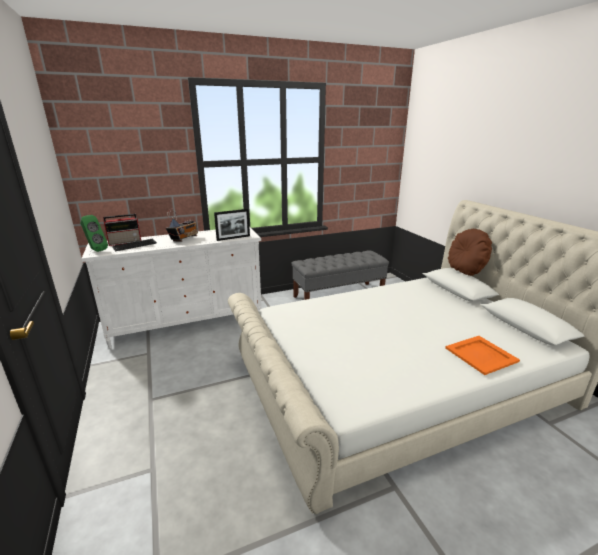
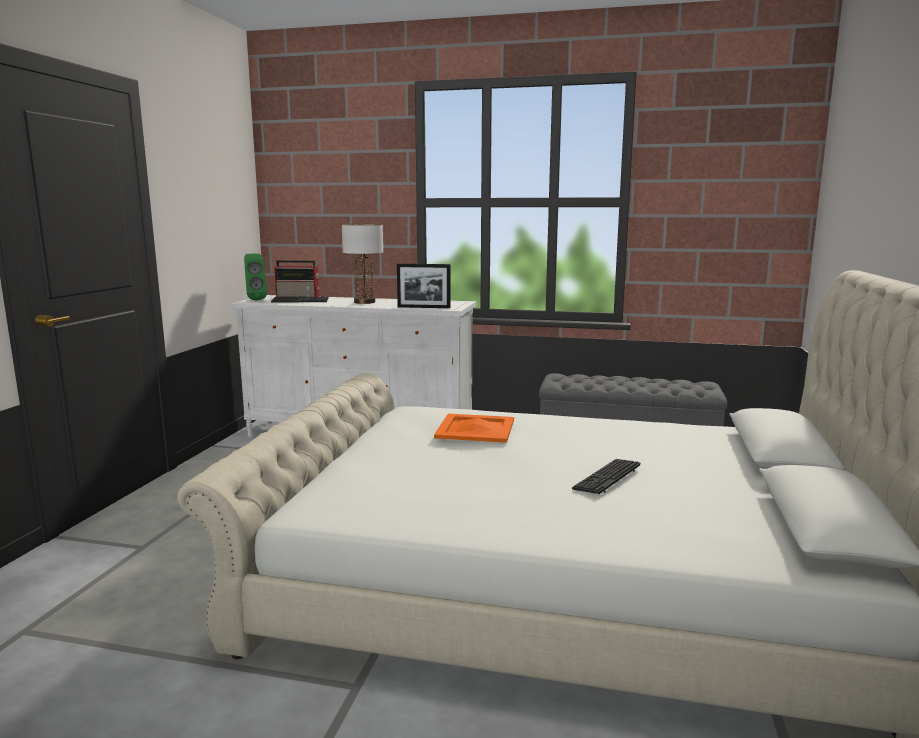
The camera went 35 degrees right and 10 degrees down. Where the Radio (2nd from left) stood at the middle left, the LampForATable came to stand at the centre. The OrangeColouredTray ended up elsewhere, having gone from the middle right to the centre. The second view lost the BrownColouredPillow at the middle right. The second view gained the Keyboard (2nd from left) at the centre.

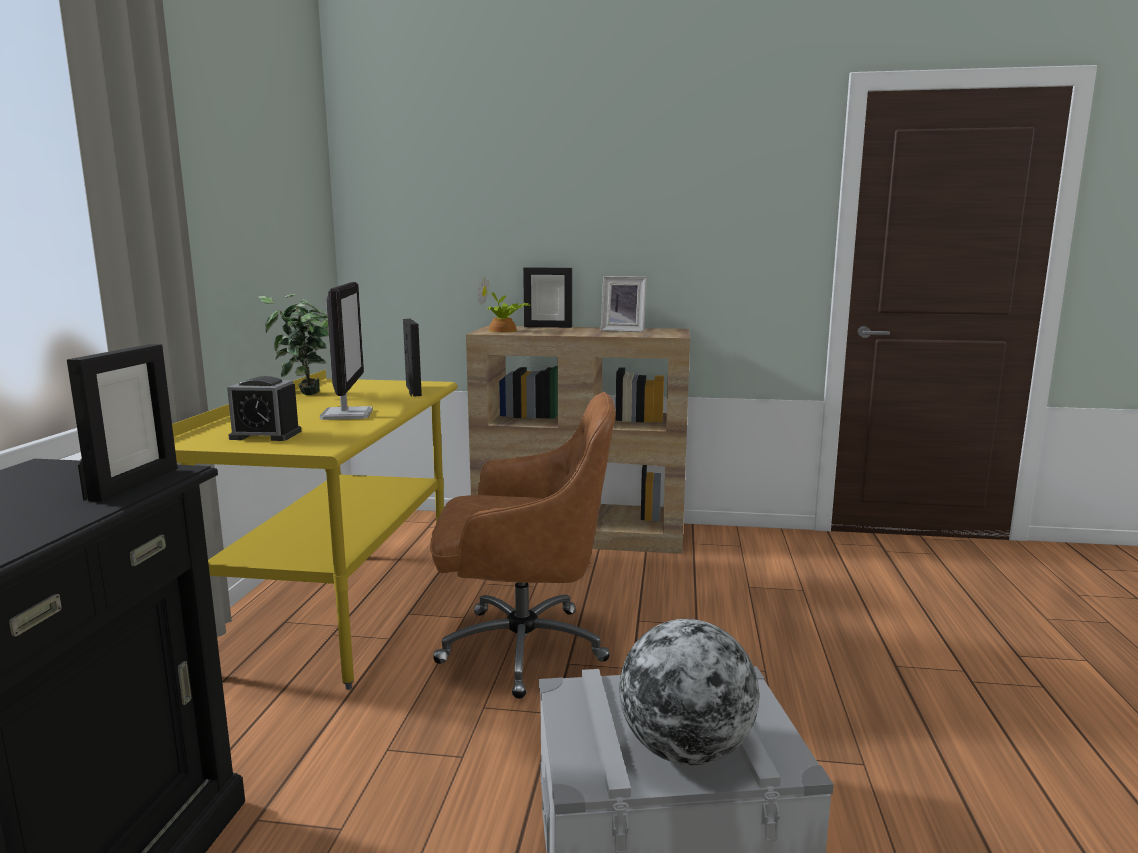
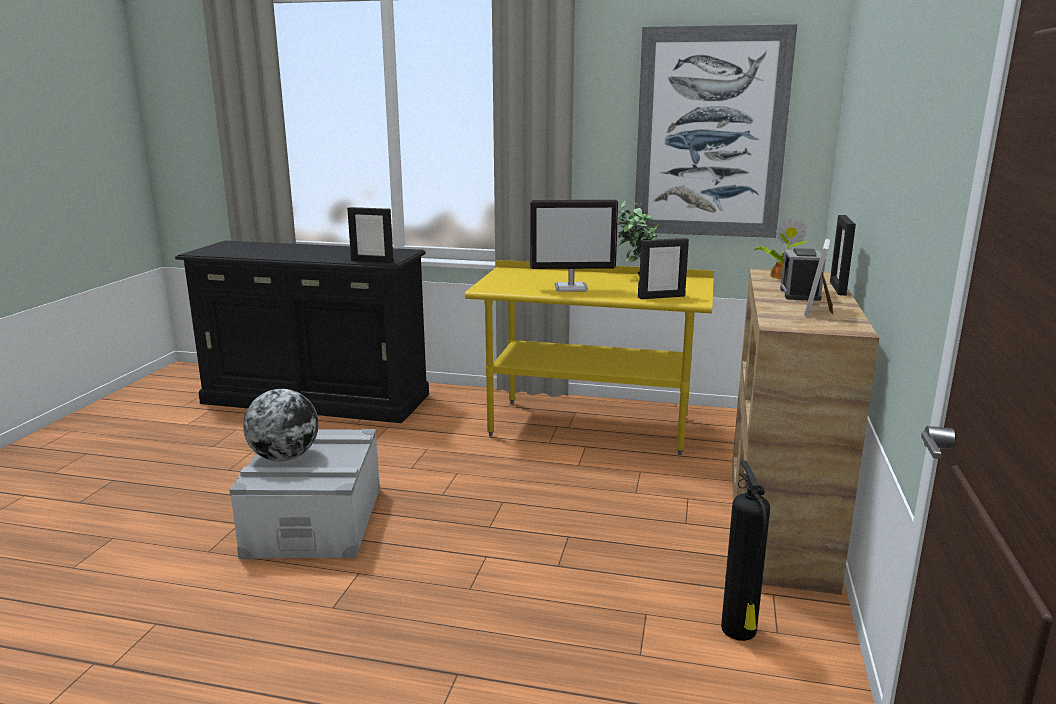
The camera went 95 degrees right and 5 degrees up. The BedsideClock ended up elsewhere, having gone from the middle left to the middle right. The second view lost the BrownColouredComputerChair at the centre. The second view gained the Picture at the top right. The second view gained the FireFightingCylinder at the bottom right.

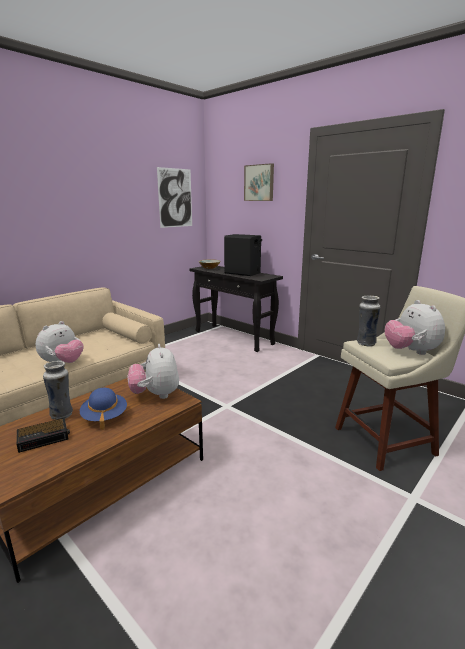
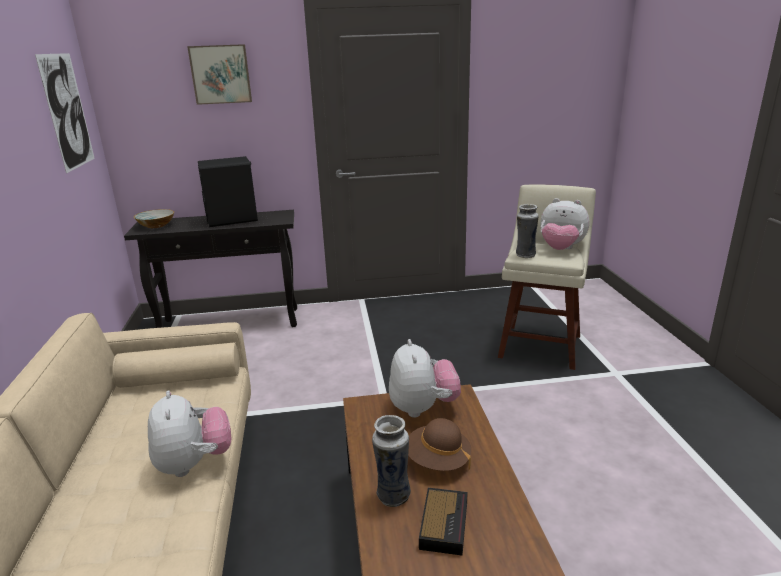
The camera went 50 degrees left and 5 degrees up. What was the BluishClothingHat at the middle left turned into the BrownColouredClothingHat at the bottom centre. The CuddlyToy (2nd from left) at the middle left ended up facing another way, 120 degrees counterclockwise from before.

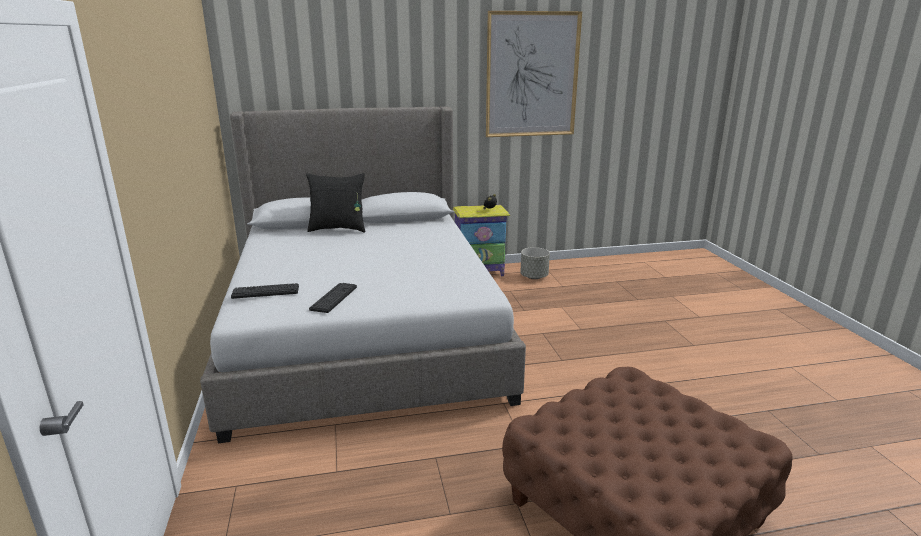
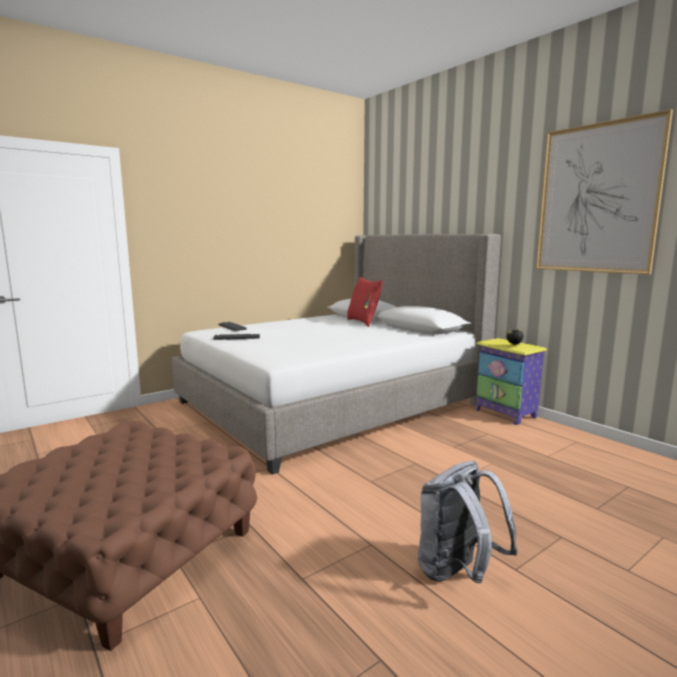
The camera went 65 degrees right and 10 degrees down. What was the BlackColouredPillow at the centre turned into the ReddishPillow at the centre. The second view lost the GreyishPlantPot at the centre. The second view gained the GreyishRucksack at the bottom right.

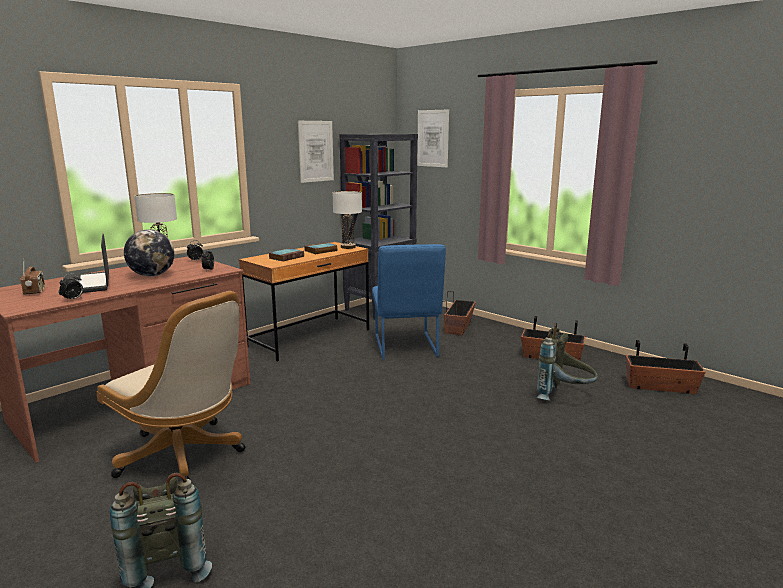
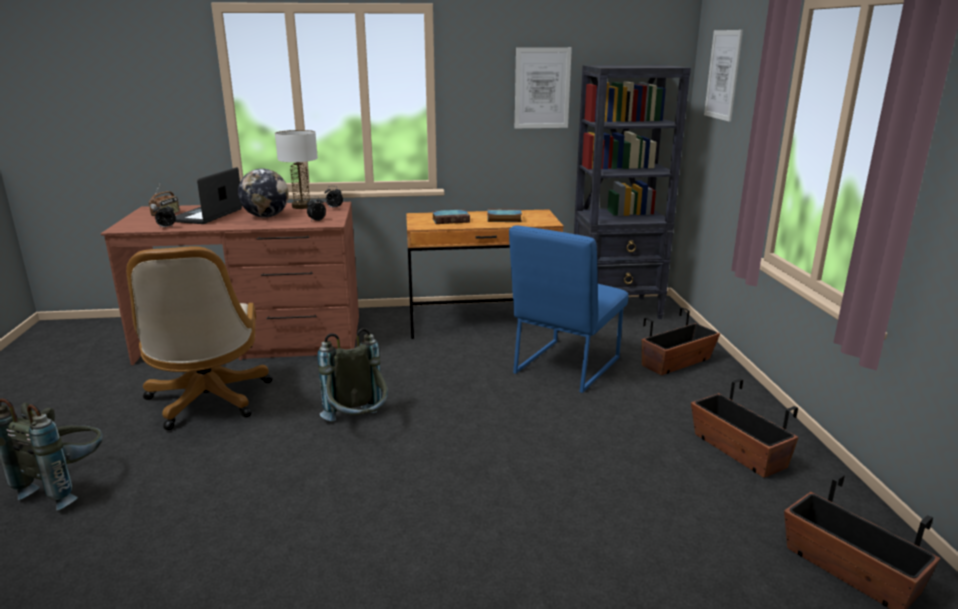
The camera went 40 degrees right and 5 degrees up. The second view lost the LampForATable (2nd from left) at the centre. The GreyishRucksack (2nd from left) ended up elsewhere, having gone from the middle right to the centre.

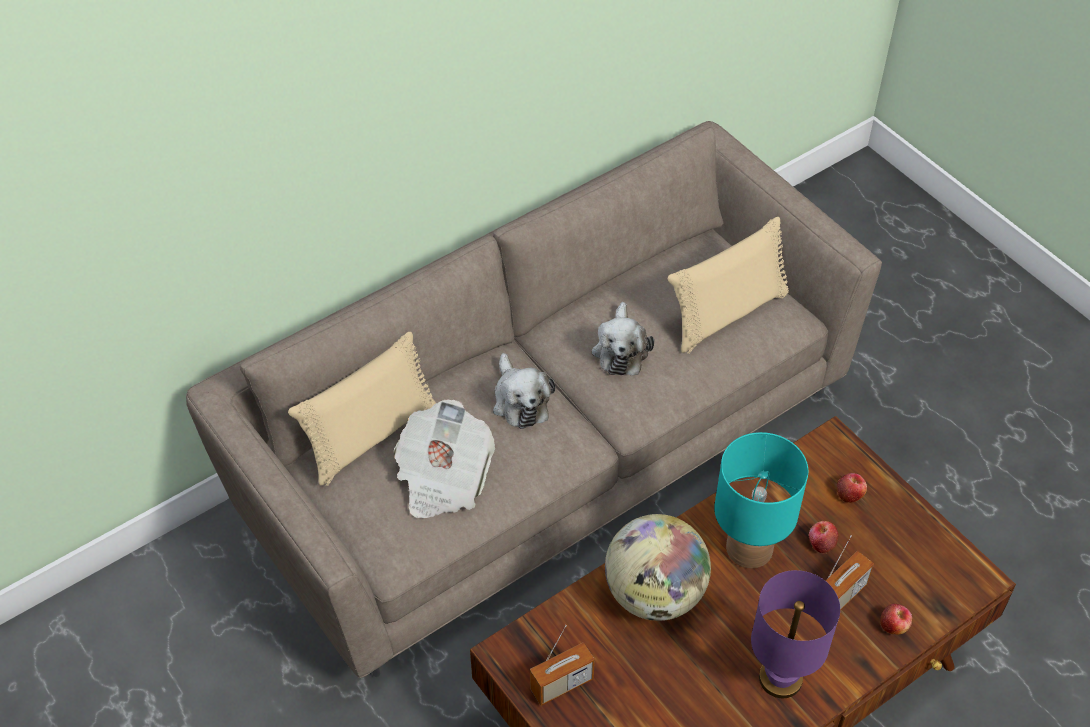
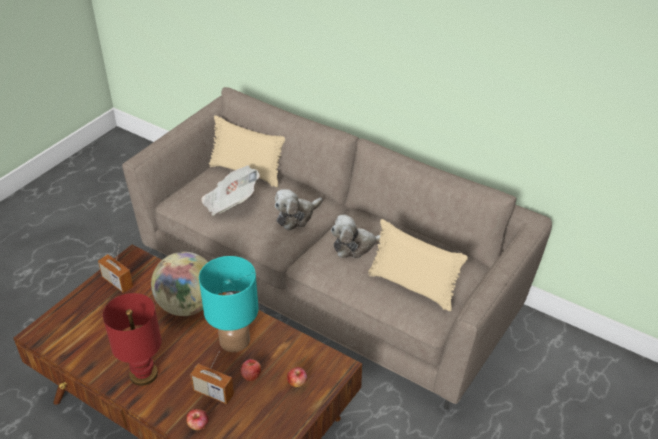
The camera went 70 degrees right and 10 degrees down. What was the PurpleLampForATable at the bottom right turned into the ReddishLampForATable at the bottom left.

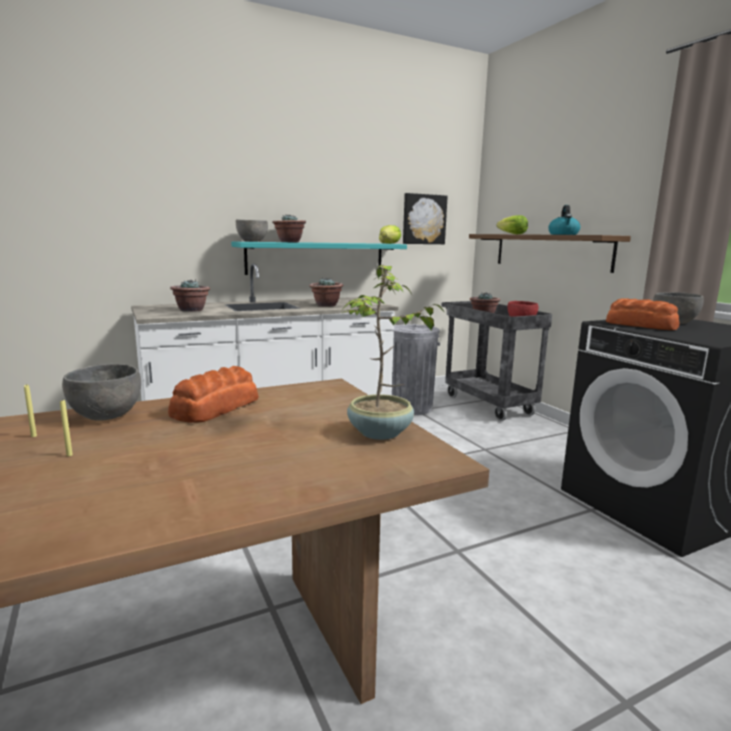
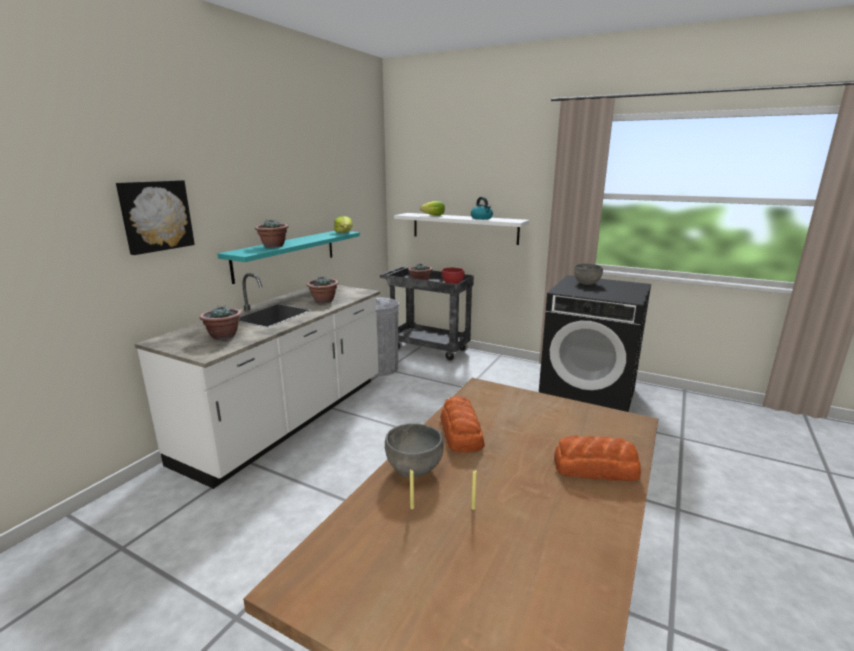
The camera went 35 degrees left and 5 degrees up. The second view lost the GreyishDeepDish (2nd from left) at the top centre. The second view lost the PlantInAPot (4th from left) at the centre. The Picture ended up elsewhere, having gone from the top centre to the middle left. What was the BrownColouredBracketShelf at the middle right turned into the WhiteBracketShelf at the centre. The BakeryBread (2nd from left) ended up elsewhere, having gone from the middle right to the bottom right.

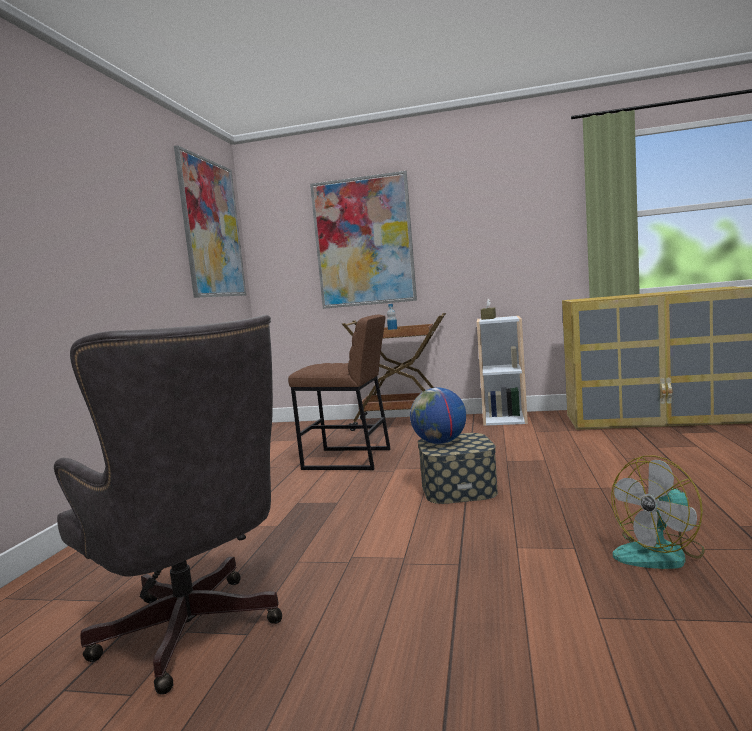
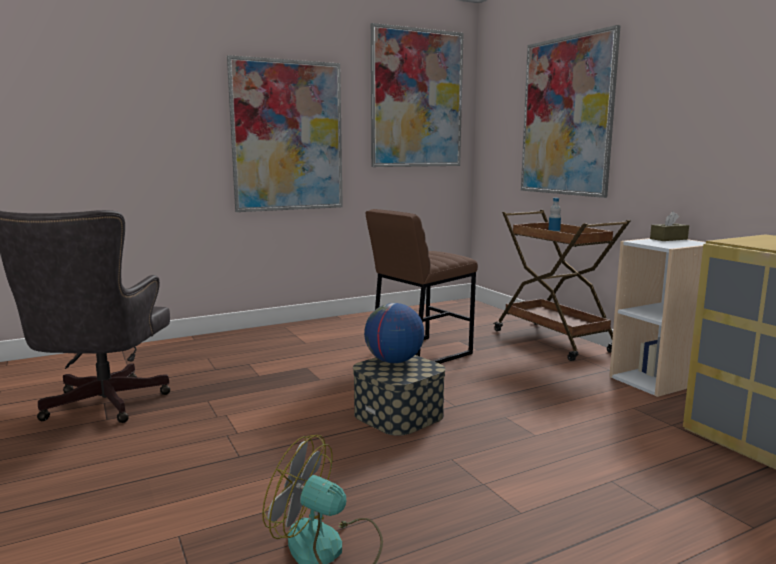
The camera went 50 degrees right and 5 degrees up. The BrownColouredPlainChair at the centre ended up facing another way, 75 degrees clockwise from before. The second view gained the Picture (1st from left) at the top centre.

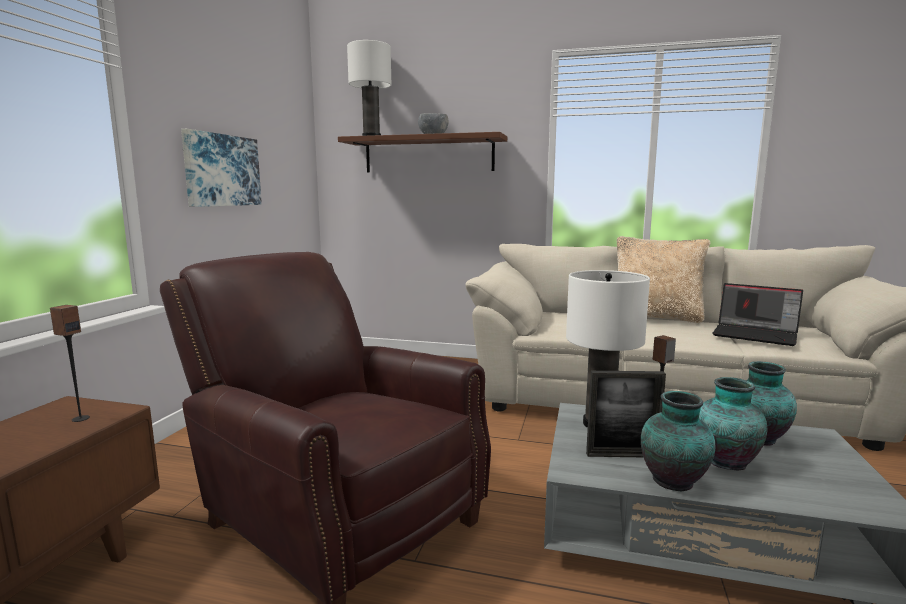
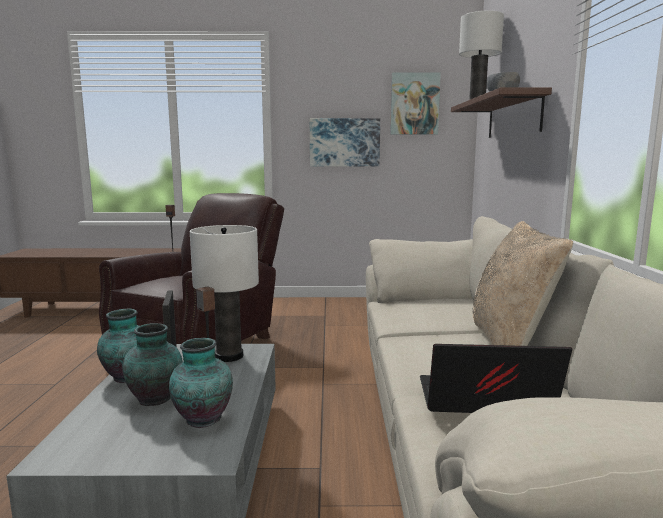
The camera went 75 degrees right and 0 degrees up. The Laptop at the middle right ended up facing another way, 75 degrees clockwise from before. The second view gained the Picture (2nd from left) at the top centre.

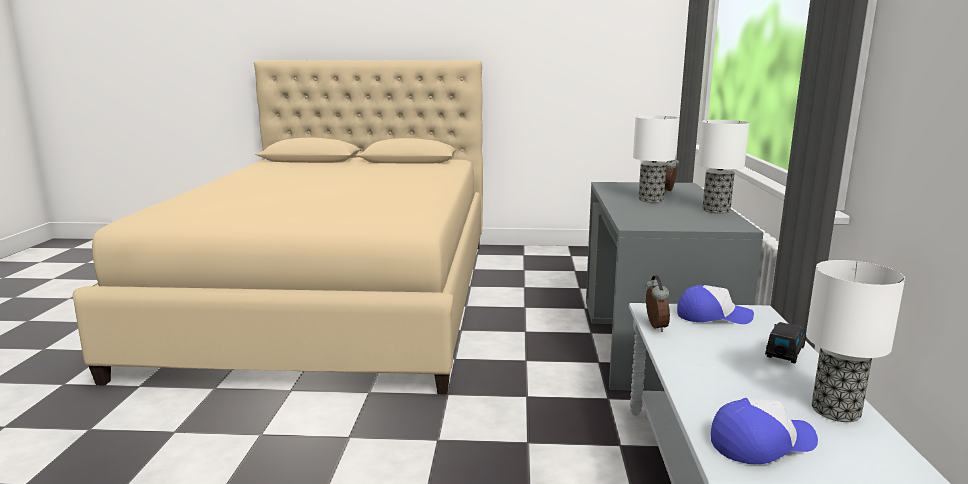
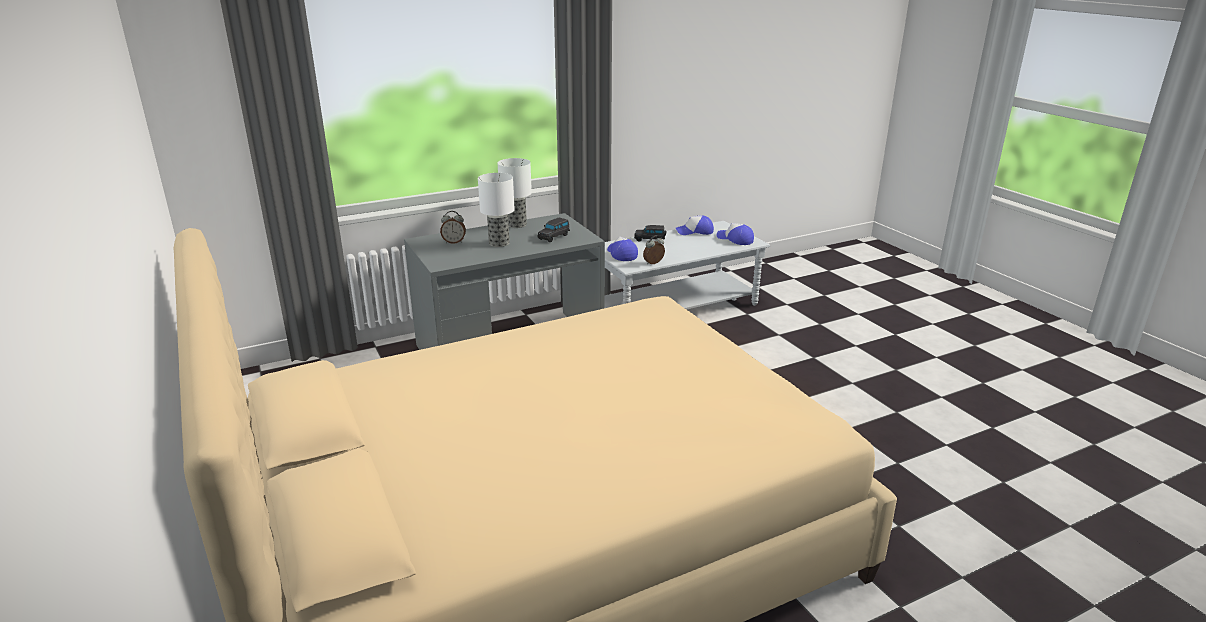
The camera went 120 degrees left and 10 degrees up. Where the LampForATable (3rd from left) stood at the bottom right, the BaseballCap (2nd from left) came to stand at the centre. The second view gained the BlackColouredModelCar (1st from left) at the centre.

